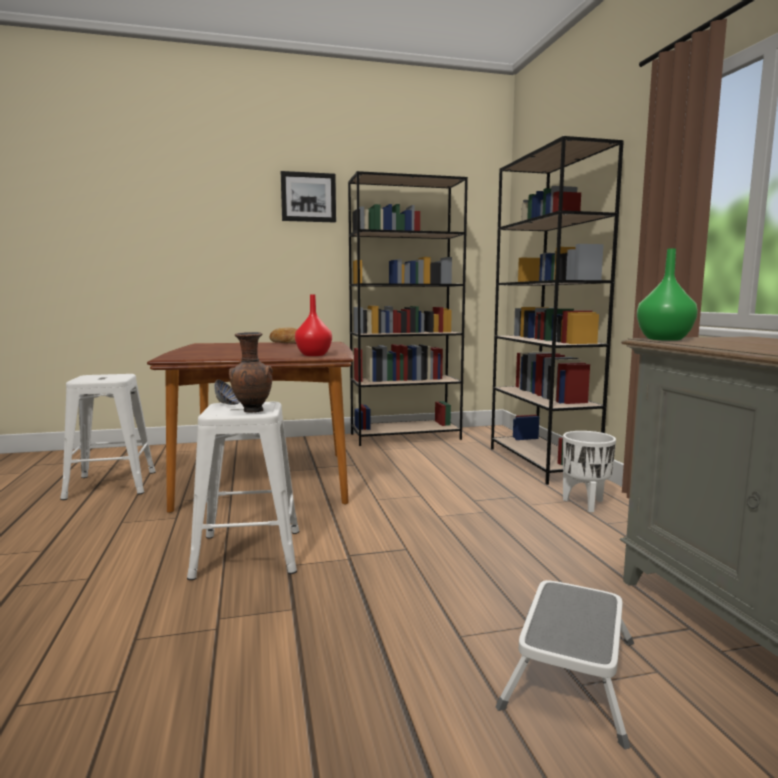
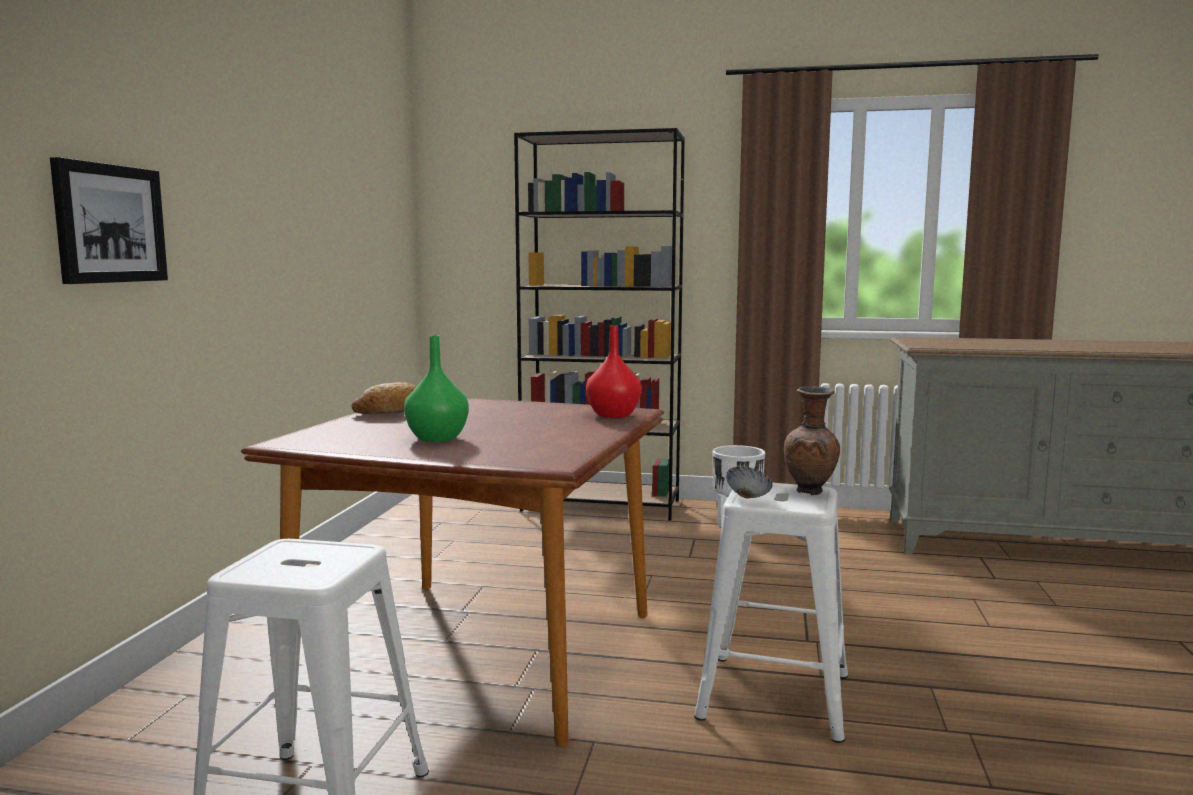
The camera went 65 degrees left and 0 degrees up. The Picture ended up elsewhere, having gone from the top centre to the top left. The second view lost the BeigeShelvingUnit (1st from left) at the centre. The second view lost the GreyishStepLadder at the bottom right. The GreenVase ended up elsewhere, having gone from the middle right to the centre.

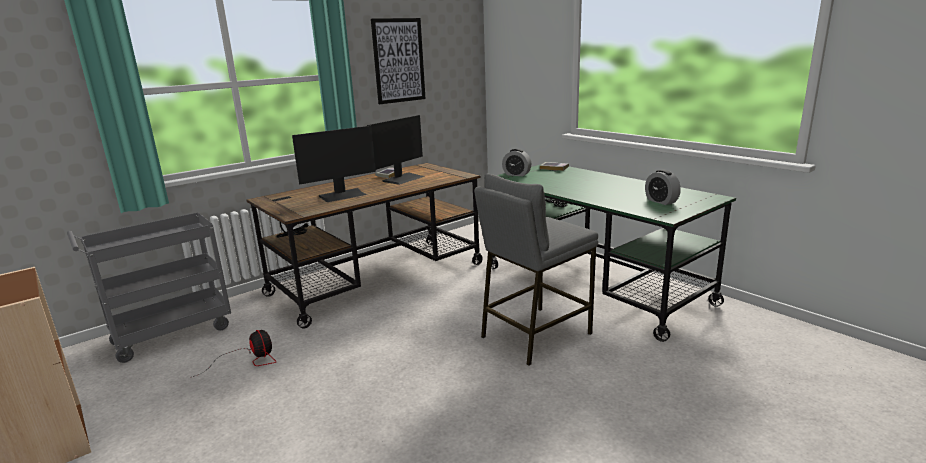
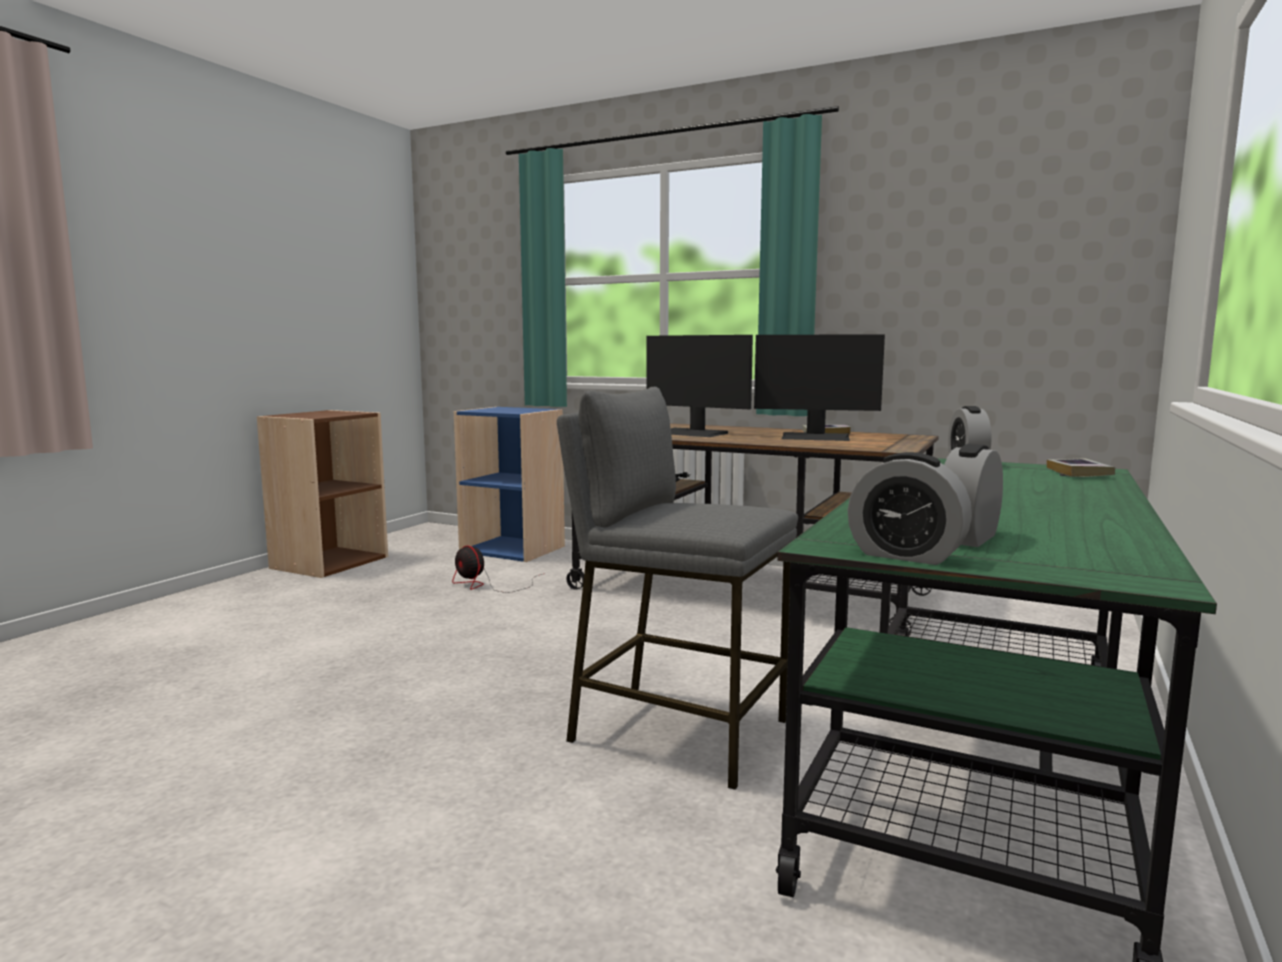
The camera went 65 degrees right and 10 degrees down. Where the GreyishCart stood at the middle left, the BluishShelvingUnit came to stand at the centre. The CoolingFan at the bottom left ended up facing another way, 105 degrees clockwise from before. The second view lost the Picture at the top centre. The second view gained the BedsideClock (1st from left) at the middle right.

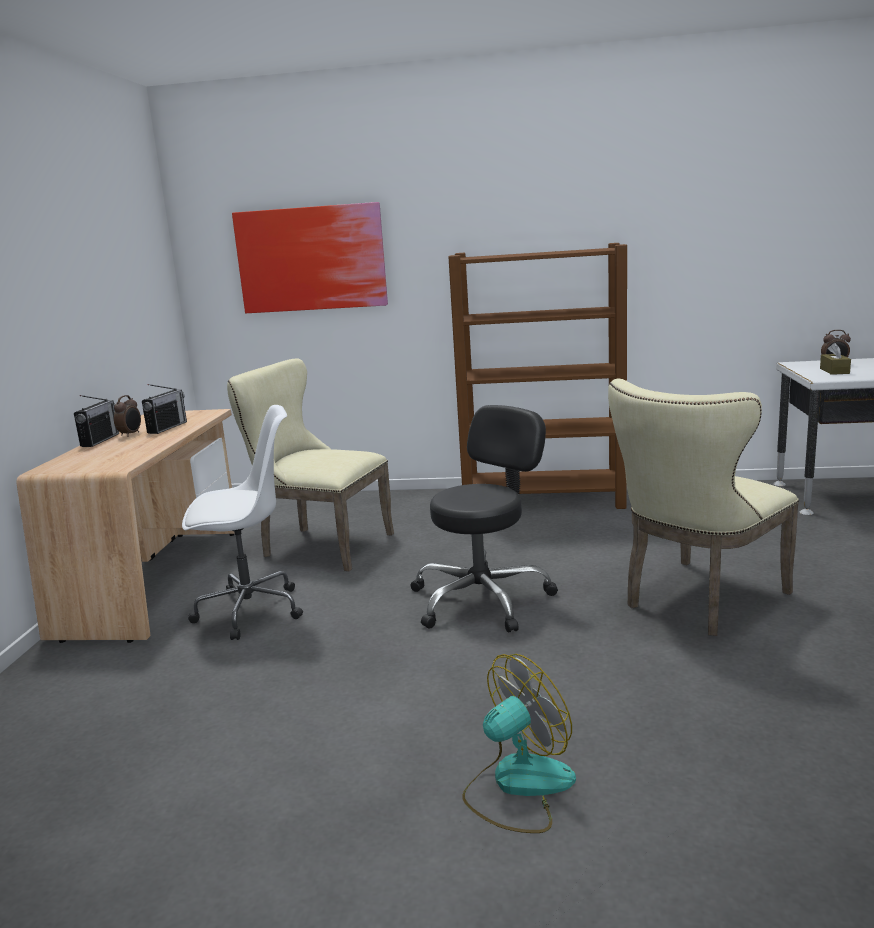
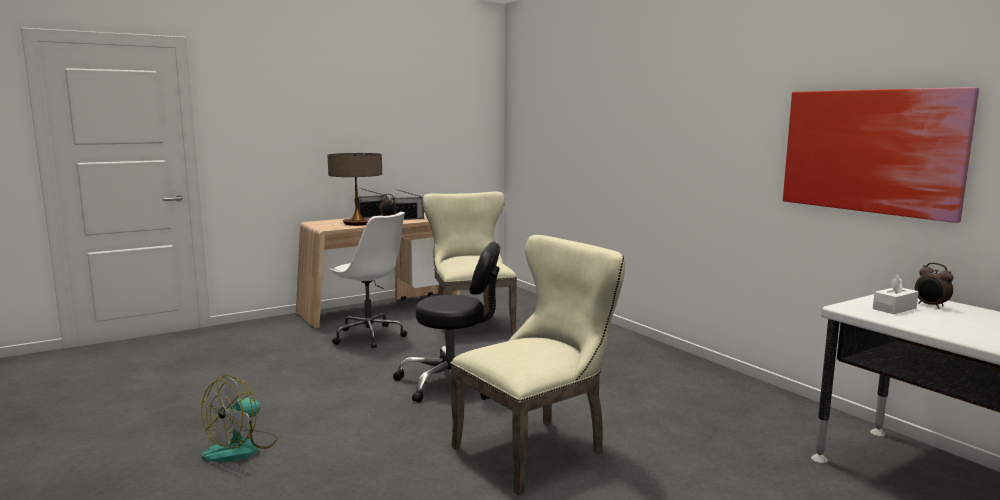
The camera went 50 degrees right and 5 degrees down. The Picture ended up elsewhere, having gone from the top centre to the top right. The second view lost the BrownColouredShelvingUnit at the centre. The CoolingFan at the bottom centre ended up facing another way, 105 degrees clockwise from before. The BeigePlainChair (2nd from left) at the middle right ended up facing another way, 135 degrees clockwise from before. What was the BrownColouredBoxOfTissues at the middle right turned into the WhiteBoxOfTissues at the middle right. The second view gained the LampForATable at the centre.

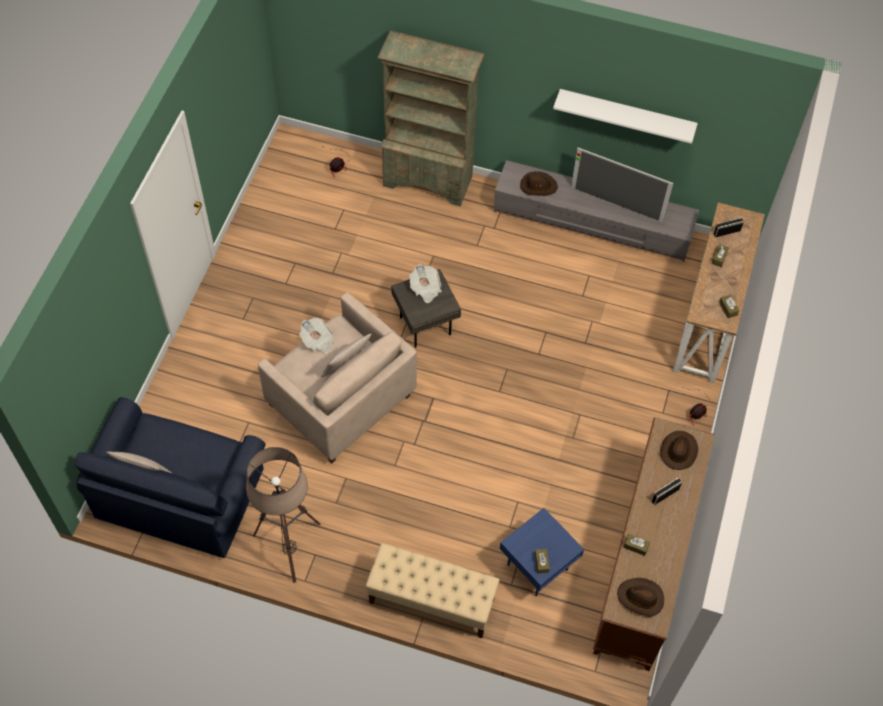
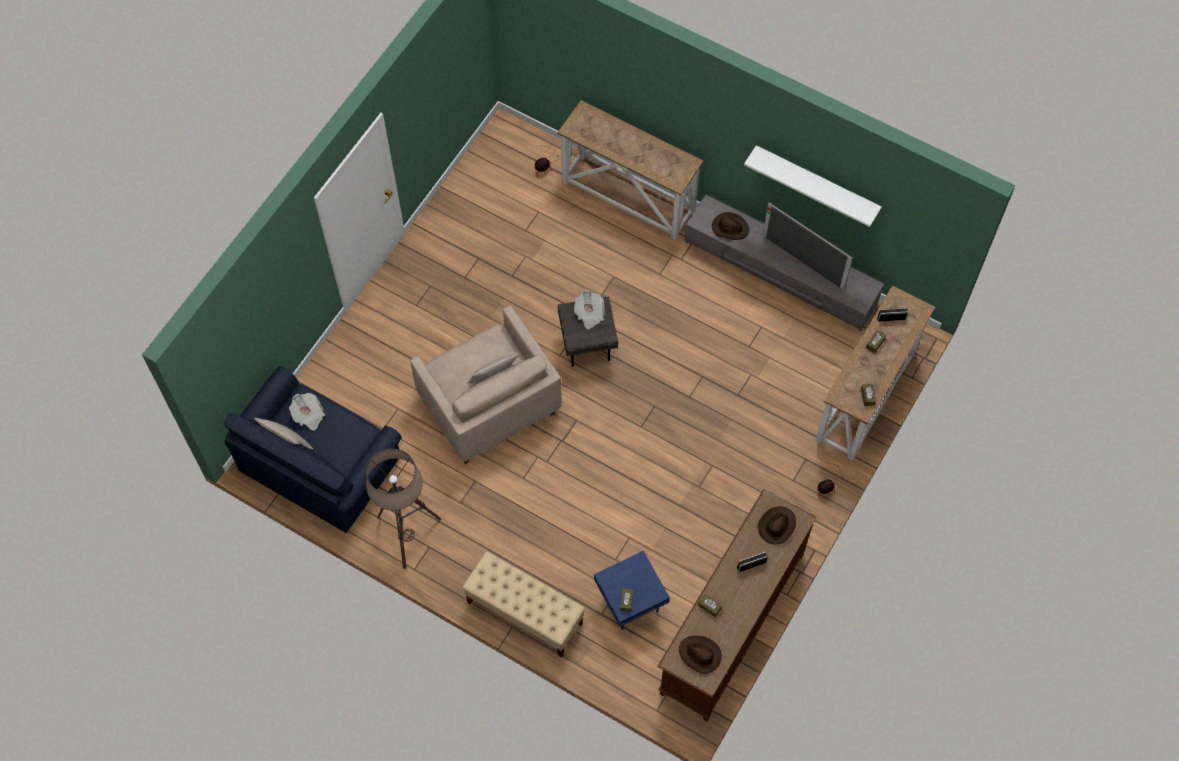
The camera went 15 degrees right and 5 degrees up. The Newspaper (1st from left) ended up elsewhere, having gone from the centre to the middle left. Where the GreenShelvingUnit stood at the top centre, the NarrowTable (1st from left) came to stand at the top centre.

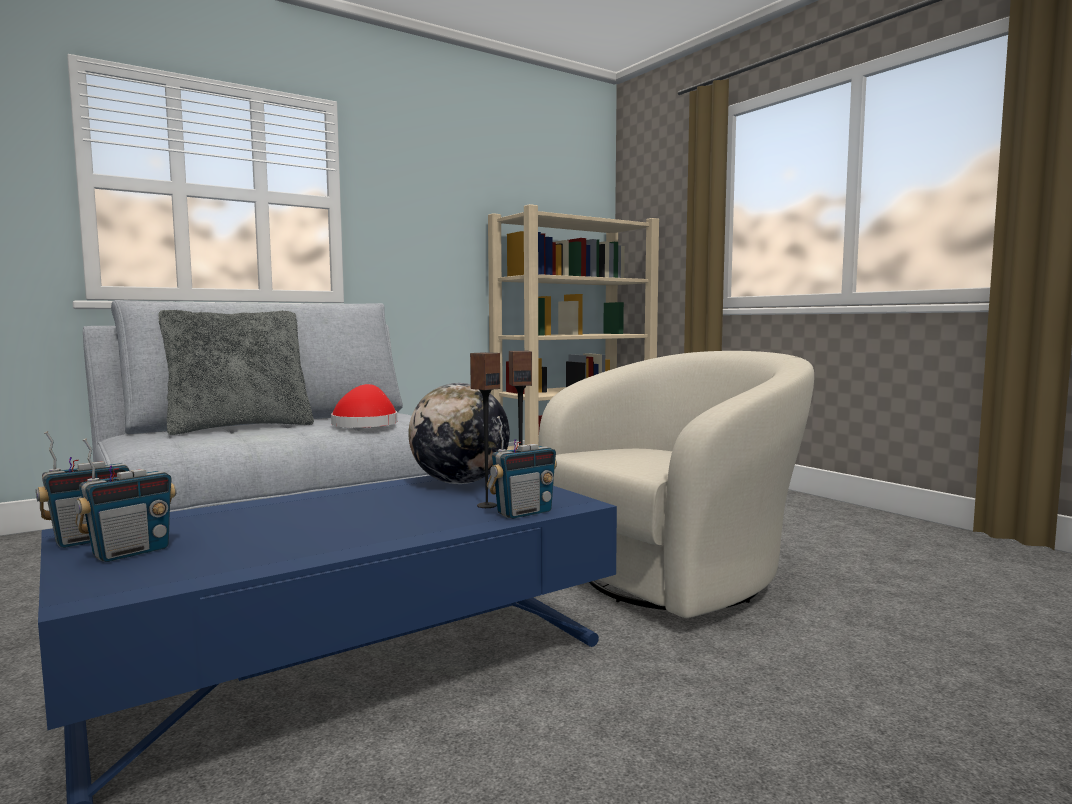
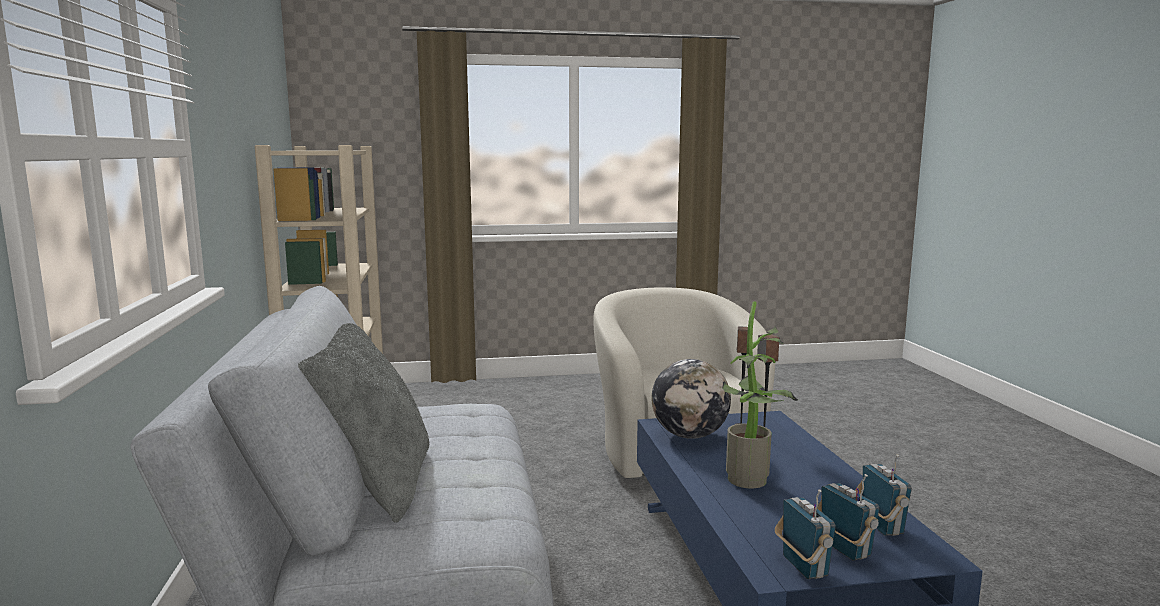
The camera went 65 degrees left and 5 degrees up. The second view lost the ReddishClothingHat at the centre. The Radio (3rd from left) ended up elsewhere, having gone from the centre to the bottom right. The second view gained the PlantInAPot at the centre.

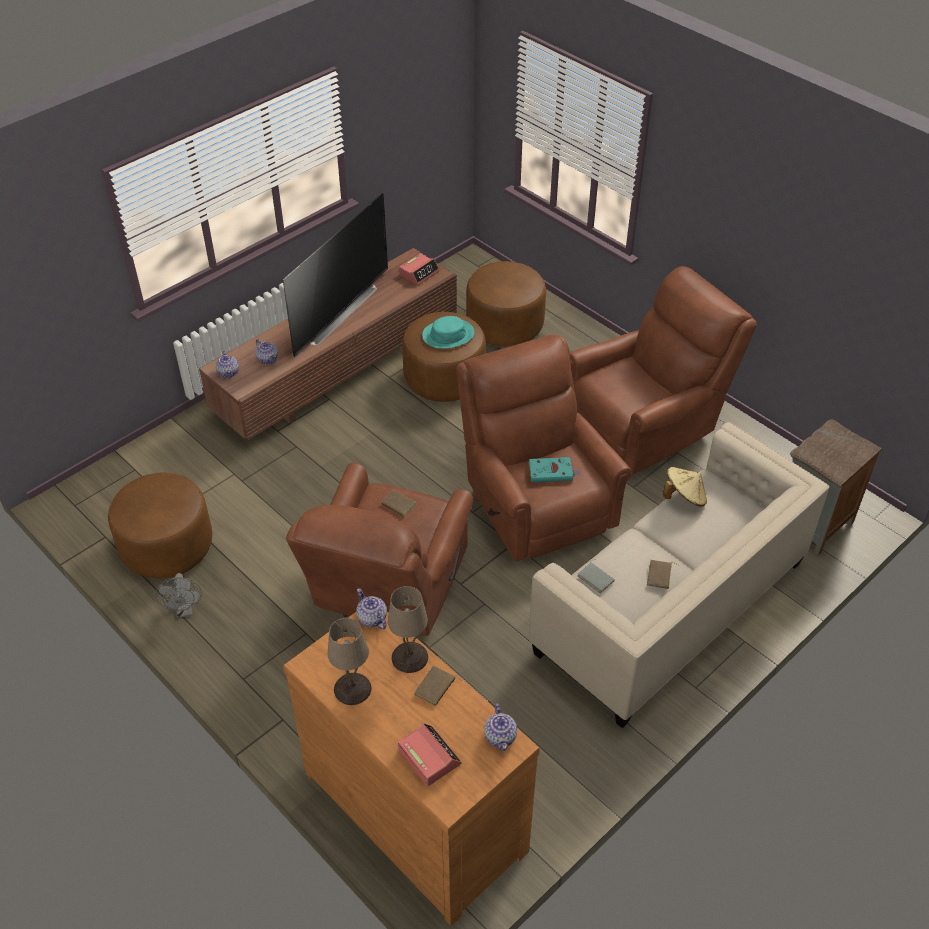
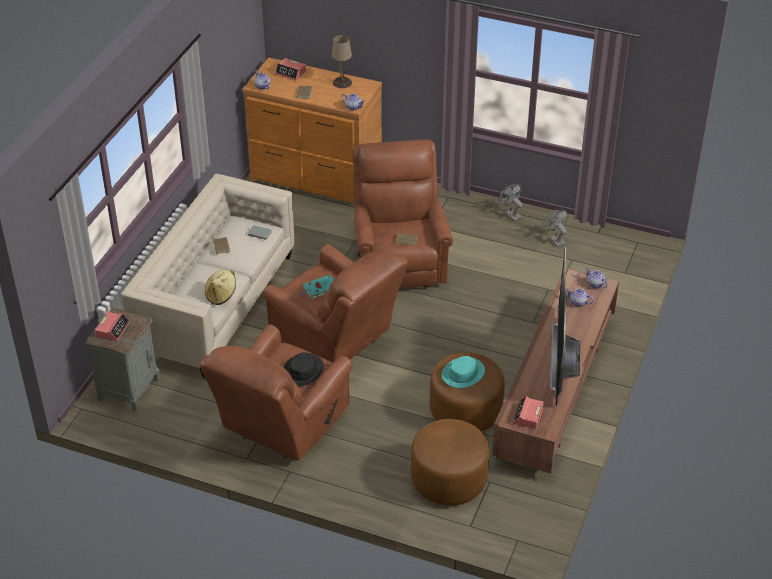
The camera went 155 degrees right and 5 degrees down. Where the BrownColouredFootrest (1st from left) stood at the middle left, the GreyishCoolingFan (2nd from left) came to stand at the middle right. The second view lost the BeigeLampForATable (2nd from left) at the bottom centre. The second view gained the BedsideClock (1st from left) at the middle left. The second view gained the BlackColouredClothingHat at the centre.

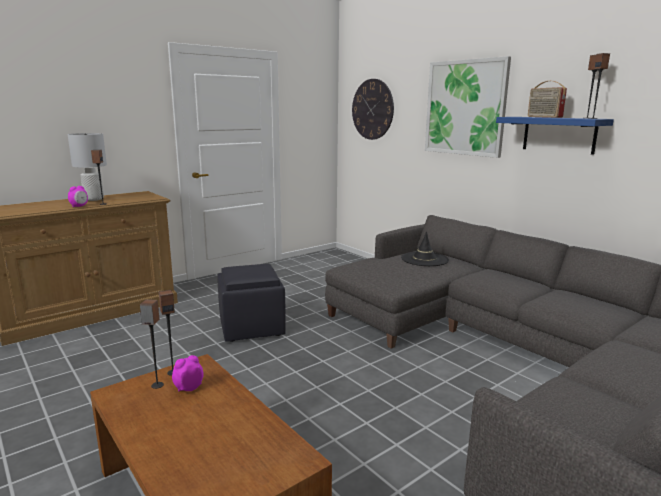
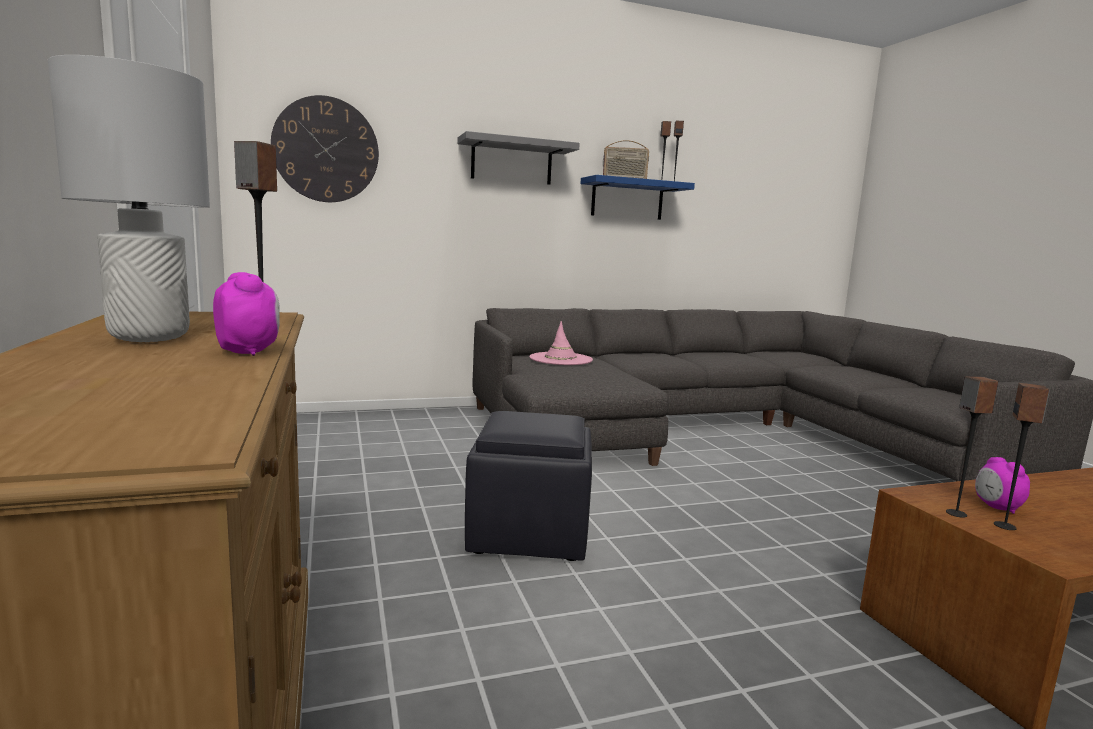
The camera went 70 degrees left and 5 degrees down. What was the BlackColouredClothingHat at the centre turned into the PinkColouredClothingHat at the centre. Where the Picture hung at the top right, the GreyishBracketShelf came to hang at the top centre.

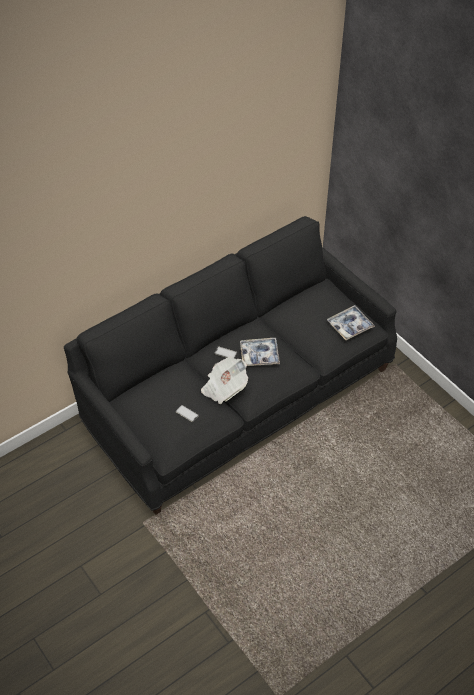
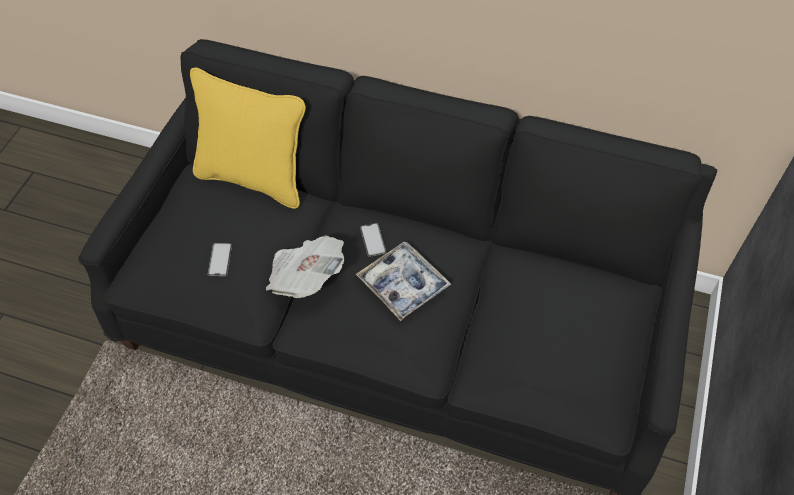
The camera went 55 degrees right and 5 degrees up. The second view lost the Tray (2nd from left) at the middle right. The second view gained the YellowColouredPillow at the top left.

